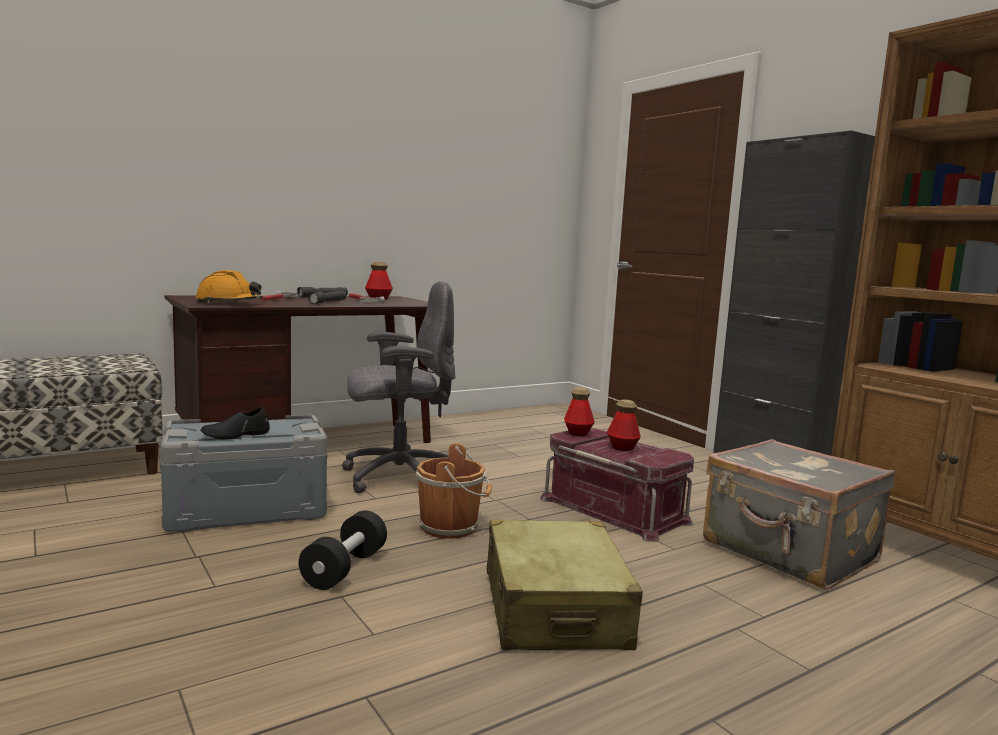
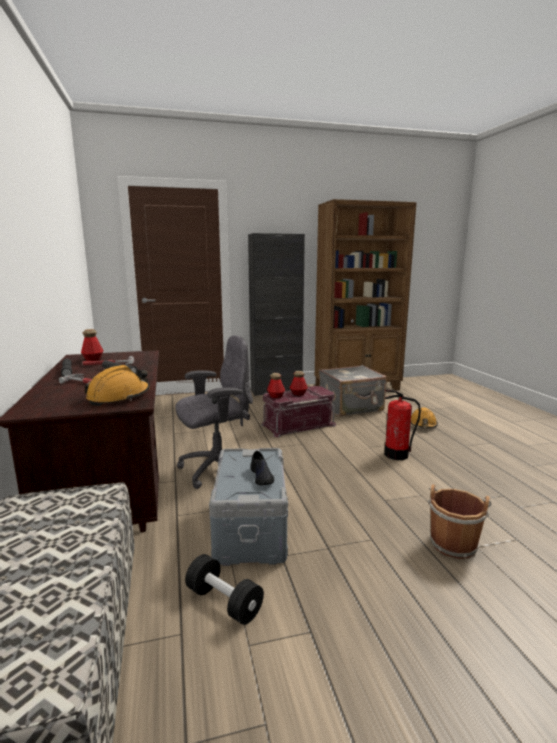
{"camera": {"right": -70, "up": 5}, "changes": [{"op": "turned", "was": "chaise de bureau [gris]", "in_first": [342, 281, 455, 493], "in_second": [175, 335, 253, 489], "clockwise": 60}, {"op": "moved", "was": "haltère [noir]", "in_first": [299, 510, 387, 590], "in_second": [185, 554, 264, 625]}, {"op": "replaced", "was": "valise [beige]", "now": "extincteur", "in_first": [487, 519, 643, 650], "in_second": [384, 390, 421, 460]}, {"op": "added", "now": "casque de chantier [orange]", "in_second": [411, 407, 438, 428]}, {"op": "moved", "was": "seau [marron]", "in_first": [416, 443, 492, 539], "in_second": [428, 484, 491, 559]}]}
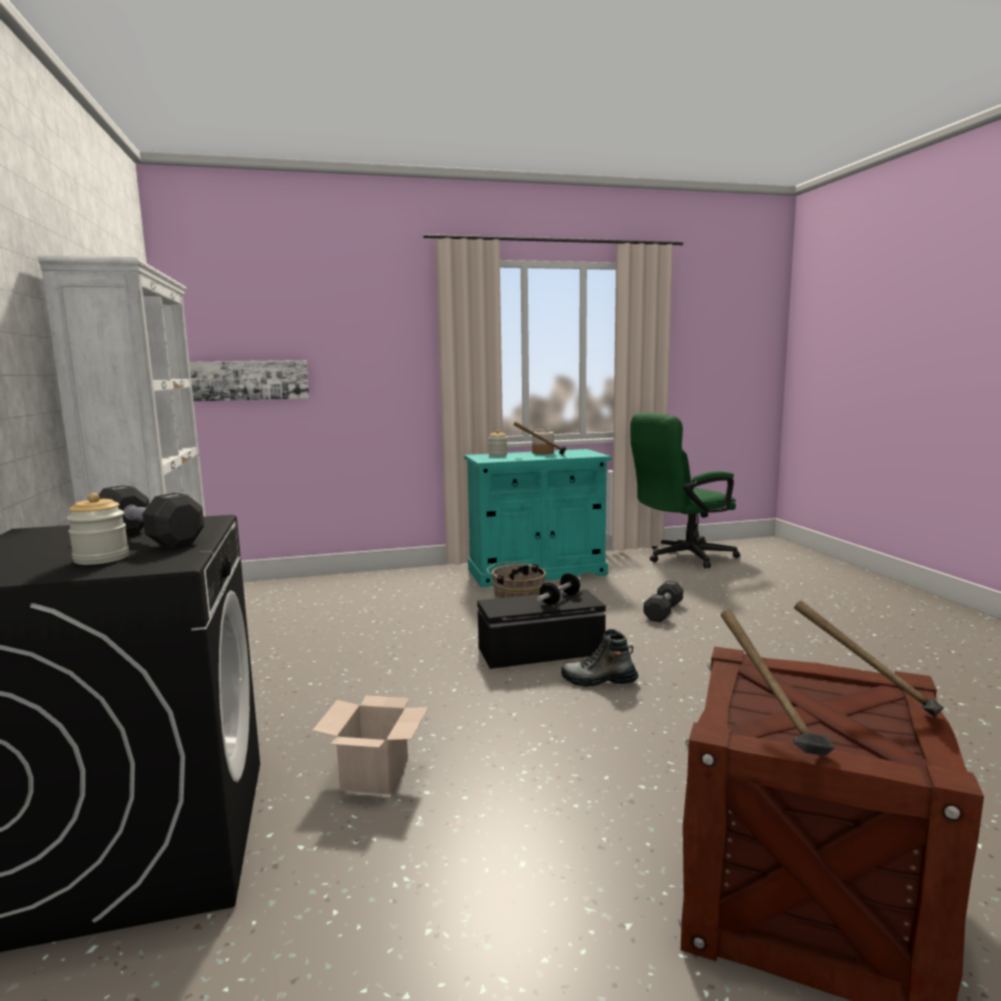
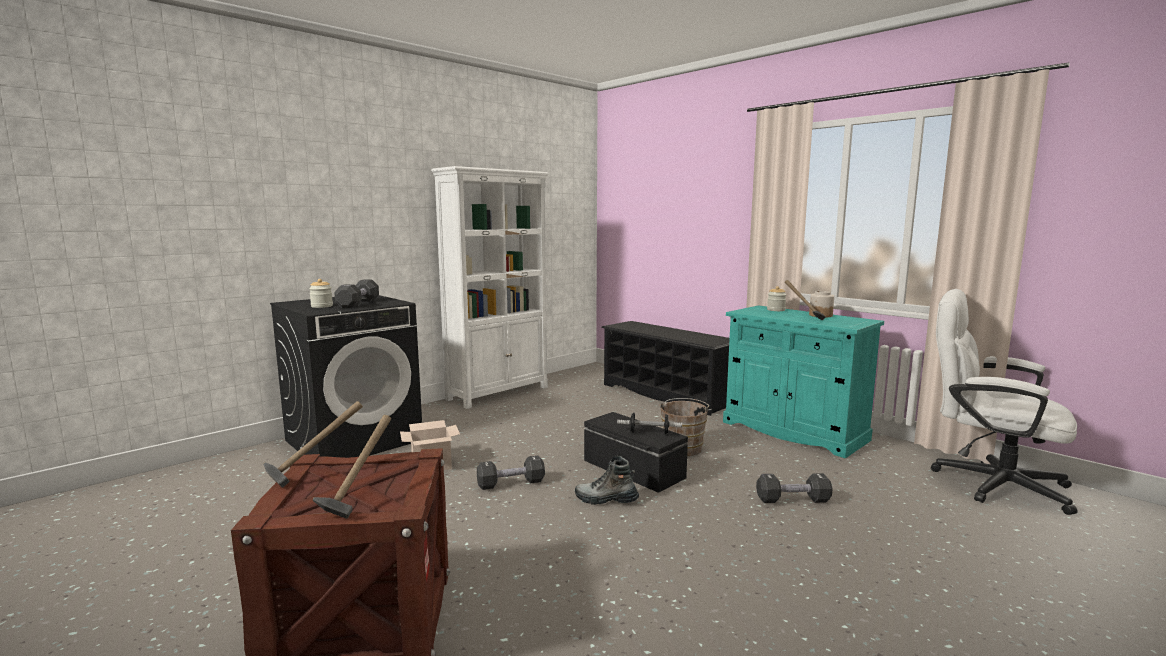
{"camera": {"right": 60, "up": 0}, "changes": [{"op": "added", "now": "haltère [noir]", "in_second": [477, 456, 545, 490]}, {"op": "turned", "was": "botte", "in_first": [561, 629, 638, 687], "in_second": [575, 456, 639, 505], "clockwise": -60}, {"op": "added", "now": "étagère à chaussures [noir]", "in_second": [601, 321, 730, 416]}, {"op": "recoloured", "was": "chaise de bureau [vert]", "now": "chaise de bureau [blanc]", "in_first": [630, 412, 740, 568], "in_second": [931, 289, 1078, 515]}, {"op": "removed", "was": "tableau", "in_first": [189, 360, 309, 402]}]}
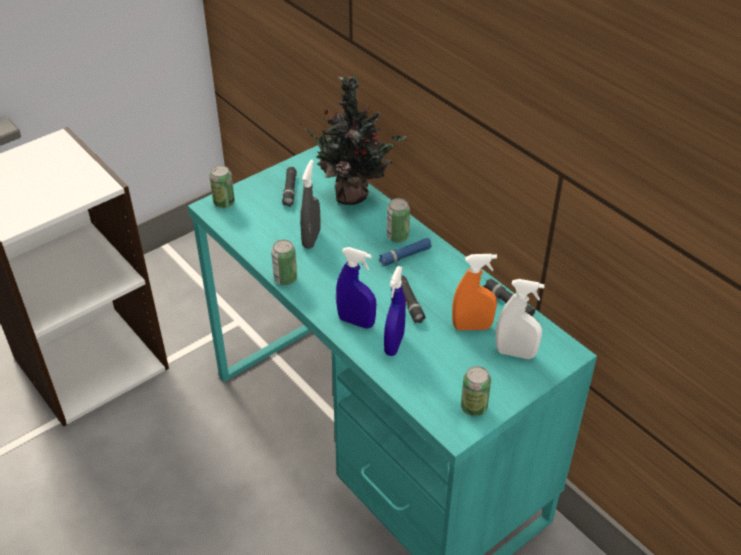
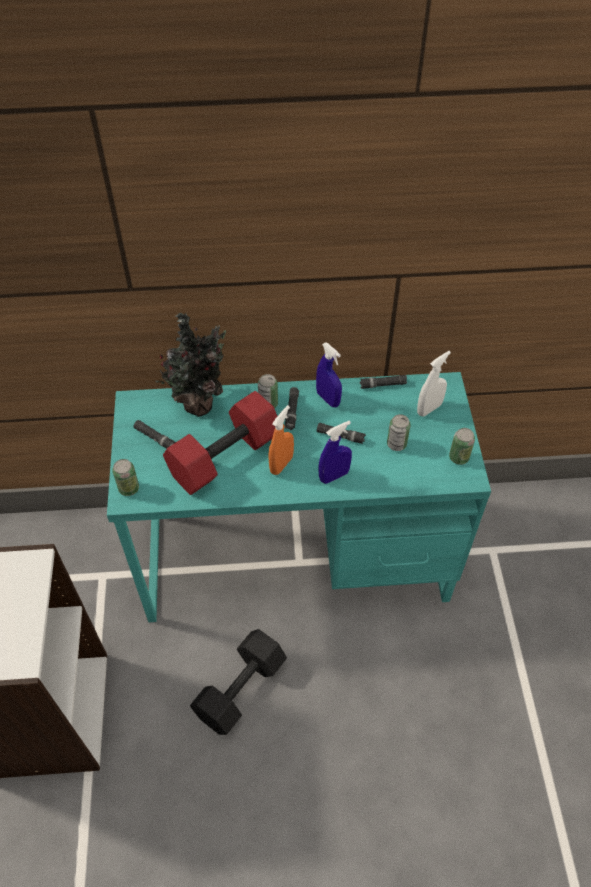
{"camera": {"right": -55, "up": 10}, "changes": [{"op": "replaced", "was": "vaporisateur [gris]", "now": "haltère [rouge]", "in_first": [300, 159, 321, 249], "in_second": [163, 391, 277, 495]}, {"op": "added", "now": "haltère [noir]", "in_second": [190, 629, 287, 735]}, {"op": "moved", "was": "vaporisateur [orange]", "in_first": [452, 254, 497, 330], "in_second": [268, 405, 294, 475]}, {"op": "recoloured", "was": "lampe de poche [bleu]", "now": "lampe de poche [noir]", "in_first": [379, 238, 432, 266], "in_second": [285, 387, 299, 430]}, {"op": "moved", "was": "vaporisateur [bleu]", "in_first": [384, 266, 406, 356], "in_second": [316, 342, 342, 407]}, {"op": "moved", "was": "boîte métallique", "in_first": [271, 240, 297, 285], "in_second": [387, 414, 410, 451]}]}
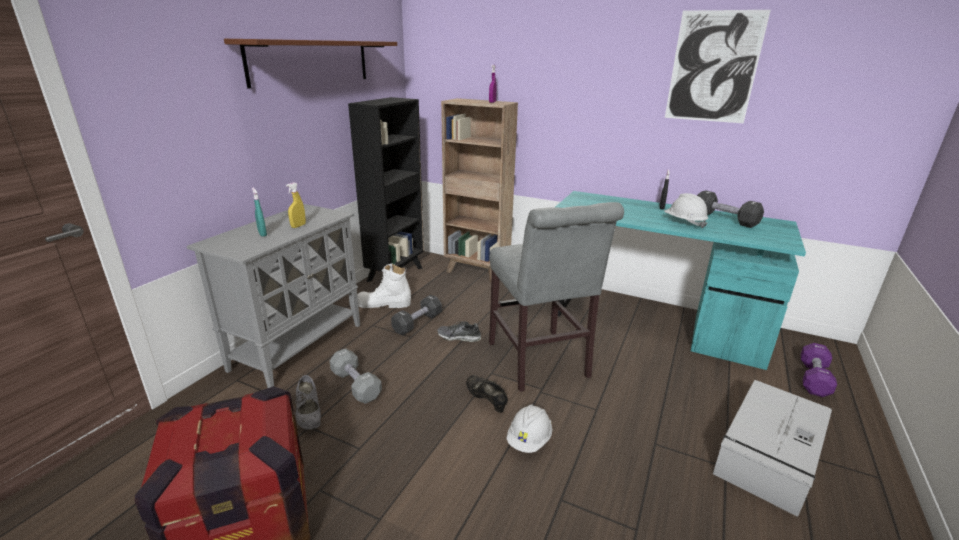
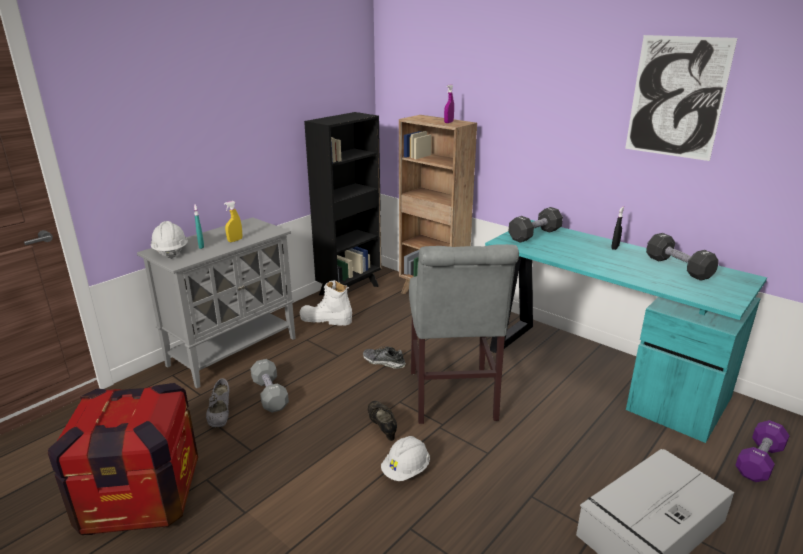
{"camera": {"right": 15, "up": 0}, "changes": [{"op": "moved", "was": "casque de chantier [blanc]", "in_first": [664, 193, 708, 228], "in_second": [151, 221, 188, 259]}, {"op": "moved", "was": "haltère [noir]", "in_first": [391, 295, 442, 335], "in_second": [508, 207, 563, 243]}, {"op": "removed", "was": "étagère [marron]", "in_first": [224, 39, 397, 89]}]}
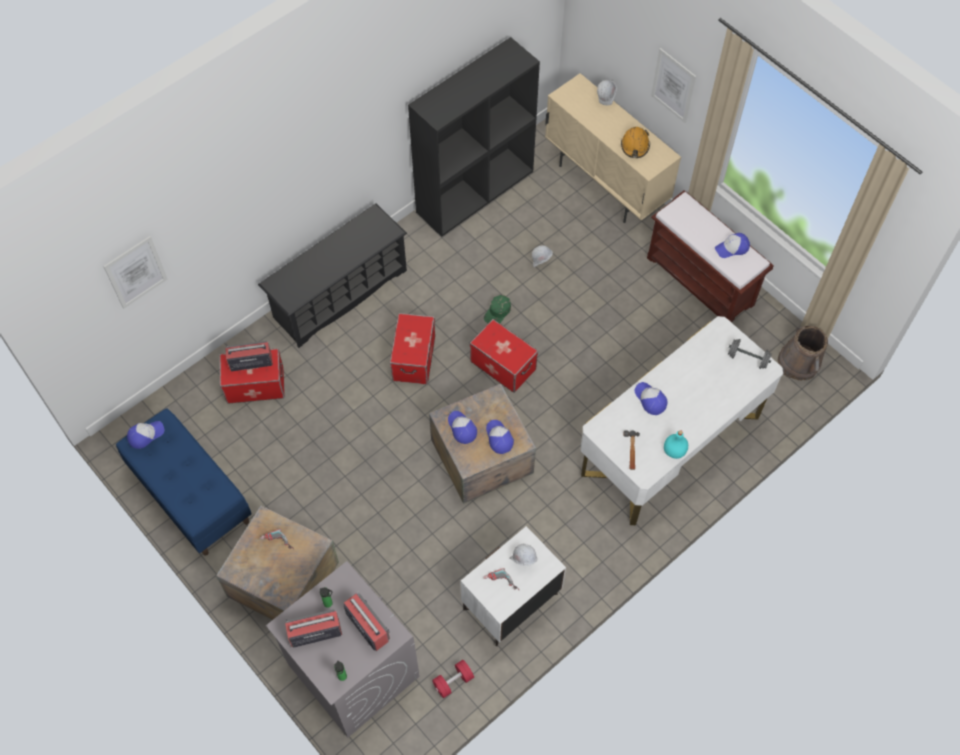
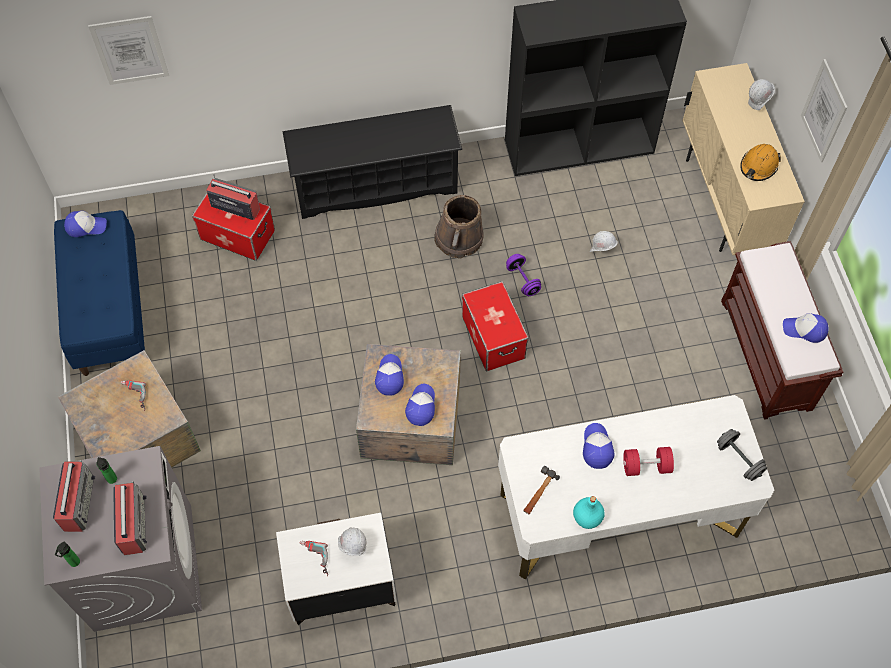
{"camera": {"right": 30, "up": 0}, "changes": [{"op": "turned", "was": "radio", "in_first": [285, 609, 342, 648], "in_second": [53, 460, 95, 532], "clockwise": 75}, {"op": "moved", "was": "seau [marron]", "in_first": [777, 326, 828, 381], "in_second": [434, 195, 484, 259]}, {"op": "replaced", "was": "casquette [vert]", "now": "haltère [violet]", "in_first": [484, 295, 511, 323], "in_second": [506, 254, 541, 296]}, {"op": "moved", "was": "haltère [rouge]", "in_first": [432, 660, 474, 698], "in_second": [623, 447, 674, 476]}, {"op": "removed", "was": "boîte de rangement", "in_first": [390, 313, 435, 384]}]}
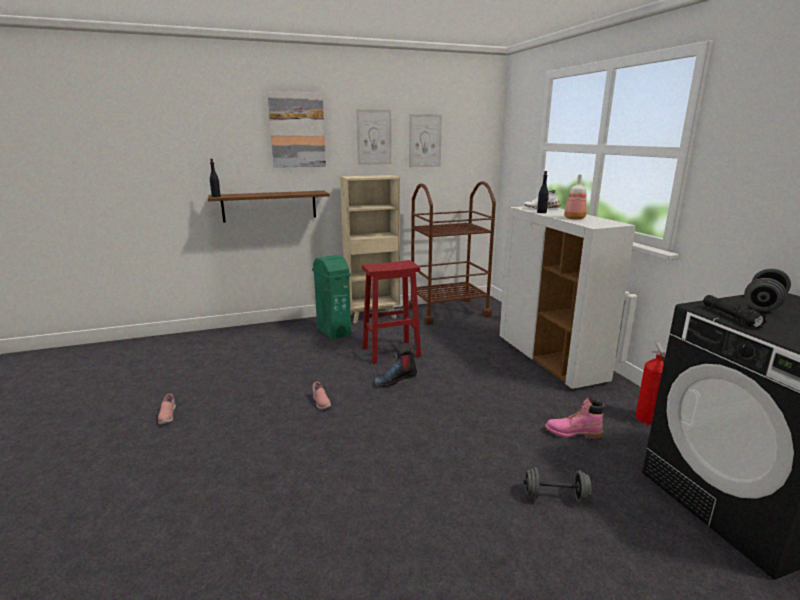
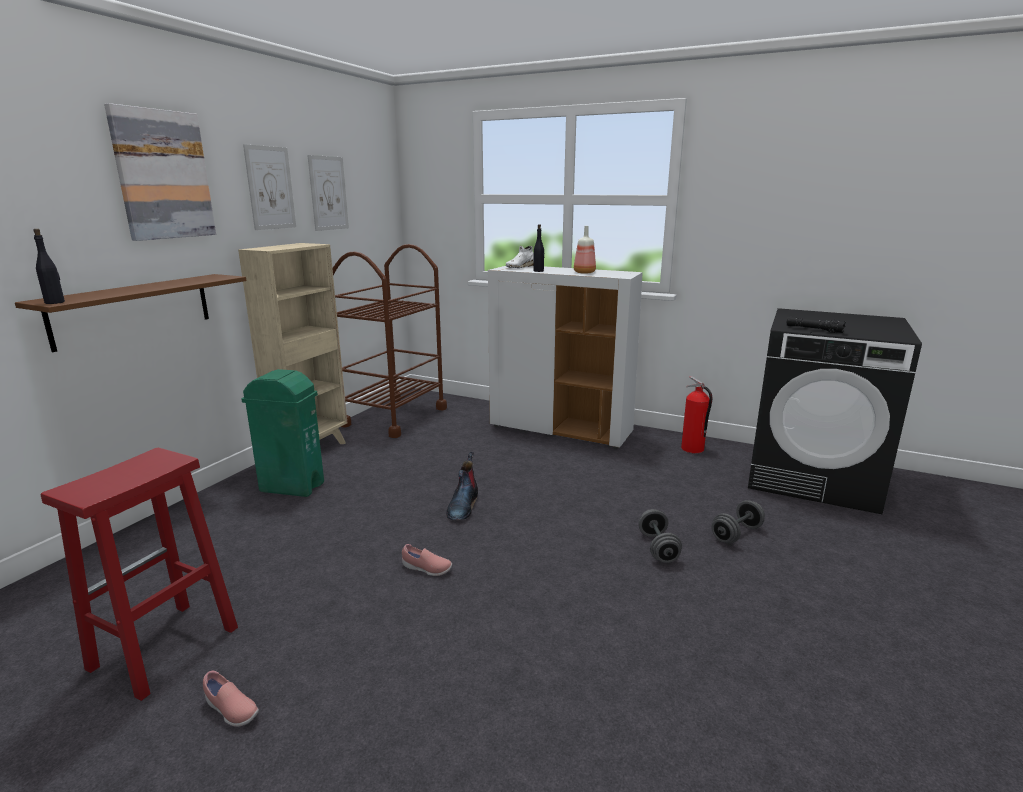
{"camera": {"right": -45, "up": 0}, "changes": [{"op": "moved", "was": "tabouret [rouge]", "in_first": [362, 260, 421, 364], "in_second": [41, 448, 238, 701]}, {"op": "moved", "was": "haltère [gris]", "in_first": [744, 268, 791, 311], "in_second": [638, 509, 682, 563]}, {"op": "removed", "was": "botte [rose]", "in_first": [545, 397, 605, 439]}]}
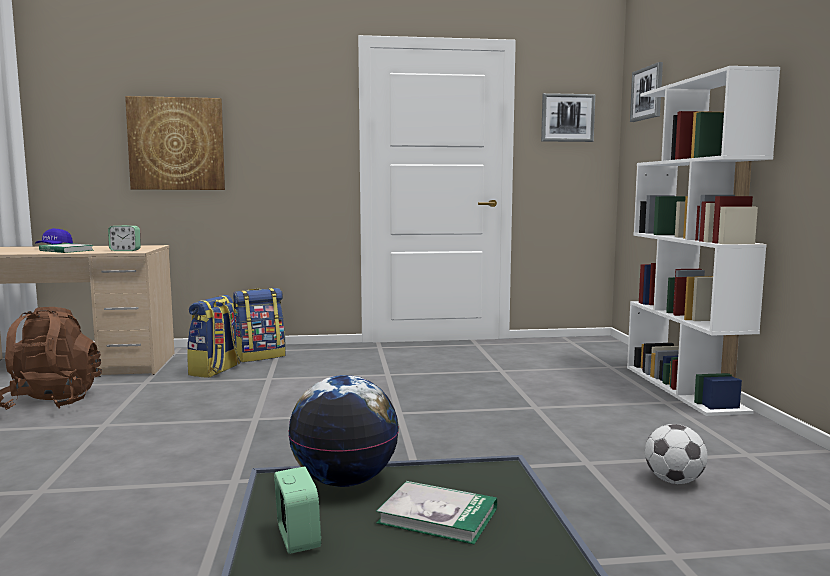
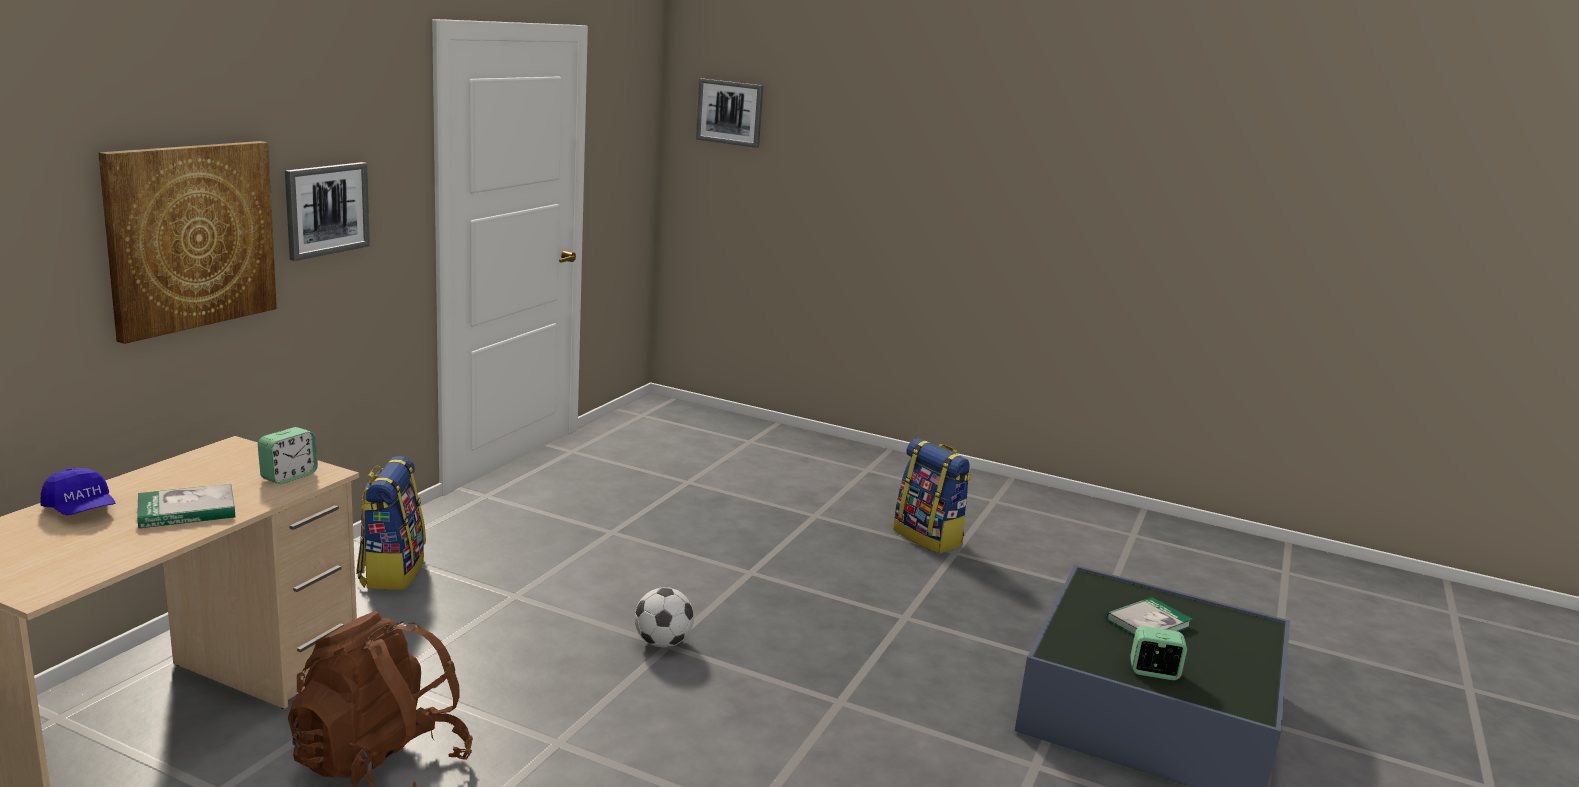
{"camera": {"right": -60, "up": 10}, "changes": [{"op": "moved", "was": "tableau", "in_first": [541, 93, 595, 142], "in_second": [285, 162, 370, 261]}, {"op": "moved", "was": "ballon de foot", "in_first": [645, 424, 708, 484], "in_second": [635, 587, 694, 647]}, {"op": "moved", "was": "sac à dos", "in_first": [187, 295, 241, 378], "in_second": [893, 438, 971, 553]}, {"op": "removed", "was": "globe", "in_first": [288, 375, 399, 487]}, {"op": "removed", "was": "bibliothèque [blanc]", "in_first": [627, 66, 780, 416]}]}
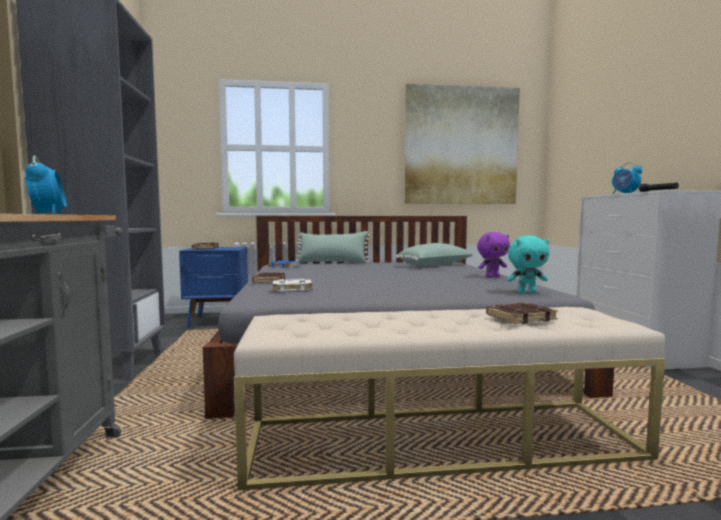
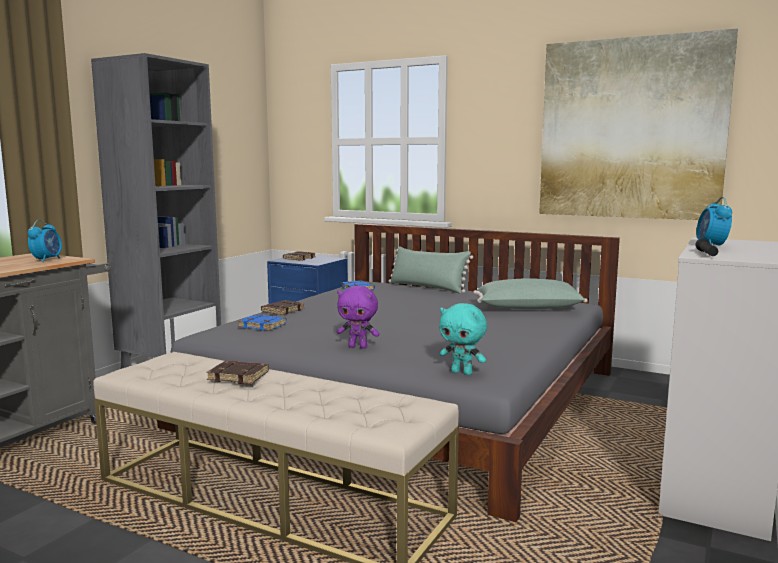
{"camera": {"right": 35, "up": 5}, "changes": [{"op": "moved", "was": "livre [marron]", "in_first": [486, 303, 558, 324], "in_second": [207, 361, 269, 384]}, {"op": "recoloured", "was": "livre [blanc]", "now": "livre [bleu]", "in_first": [273, 279, 312, 292], "in_second": [238, 314, 287, 331]}, {"op": "moved", "was": "peluche [violet]", "in_first": [477, 232, 510, 278], "in_second": [337, 286, 379, 349]}]}
